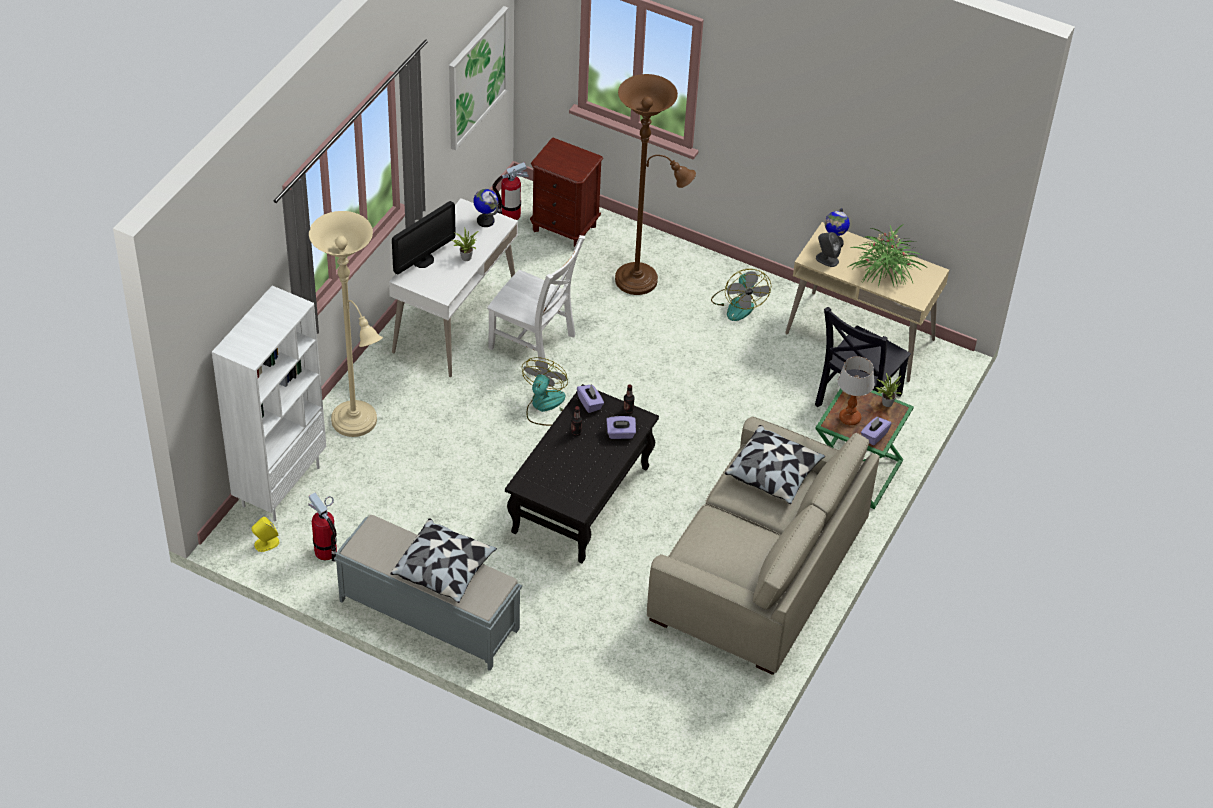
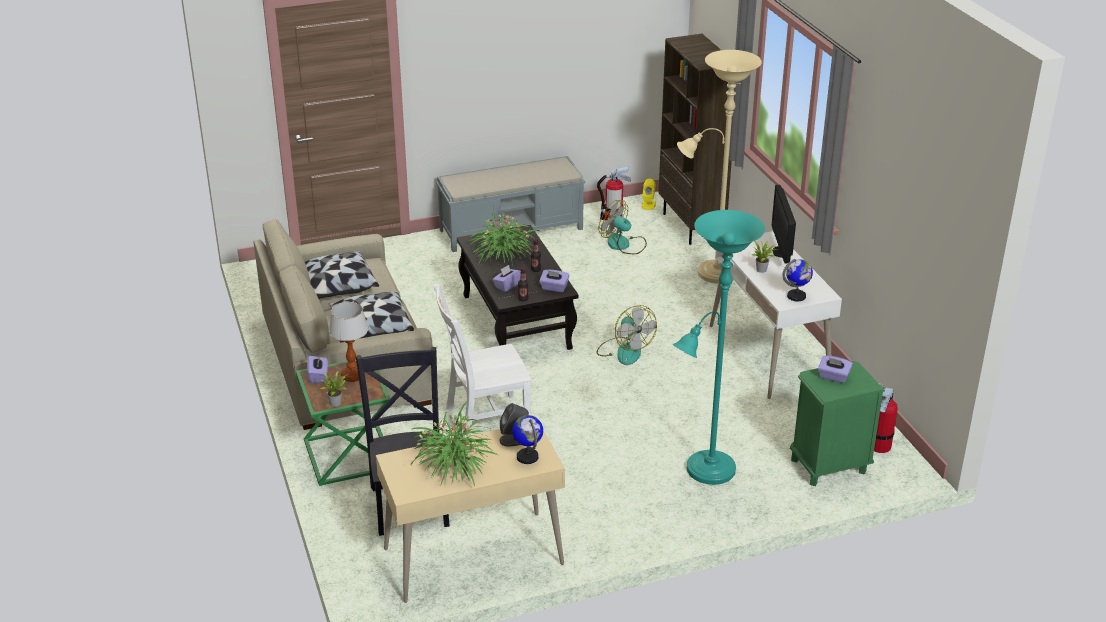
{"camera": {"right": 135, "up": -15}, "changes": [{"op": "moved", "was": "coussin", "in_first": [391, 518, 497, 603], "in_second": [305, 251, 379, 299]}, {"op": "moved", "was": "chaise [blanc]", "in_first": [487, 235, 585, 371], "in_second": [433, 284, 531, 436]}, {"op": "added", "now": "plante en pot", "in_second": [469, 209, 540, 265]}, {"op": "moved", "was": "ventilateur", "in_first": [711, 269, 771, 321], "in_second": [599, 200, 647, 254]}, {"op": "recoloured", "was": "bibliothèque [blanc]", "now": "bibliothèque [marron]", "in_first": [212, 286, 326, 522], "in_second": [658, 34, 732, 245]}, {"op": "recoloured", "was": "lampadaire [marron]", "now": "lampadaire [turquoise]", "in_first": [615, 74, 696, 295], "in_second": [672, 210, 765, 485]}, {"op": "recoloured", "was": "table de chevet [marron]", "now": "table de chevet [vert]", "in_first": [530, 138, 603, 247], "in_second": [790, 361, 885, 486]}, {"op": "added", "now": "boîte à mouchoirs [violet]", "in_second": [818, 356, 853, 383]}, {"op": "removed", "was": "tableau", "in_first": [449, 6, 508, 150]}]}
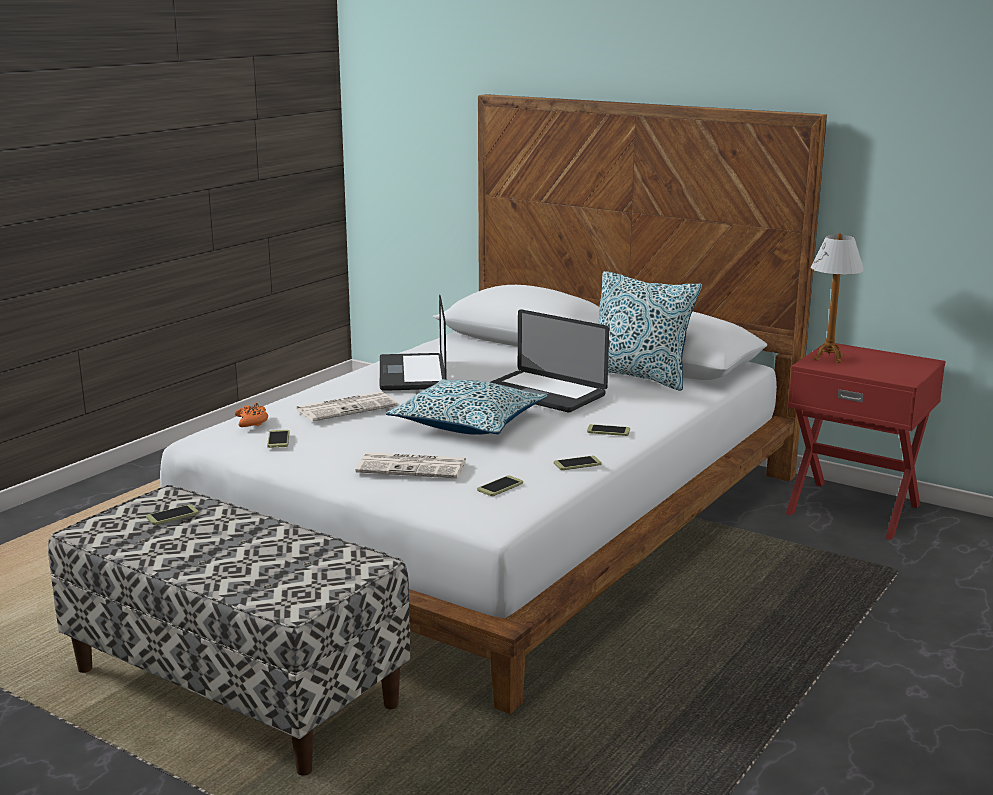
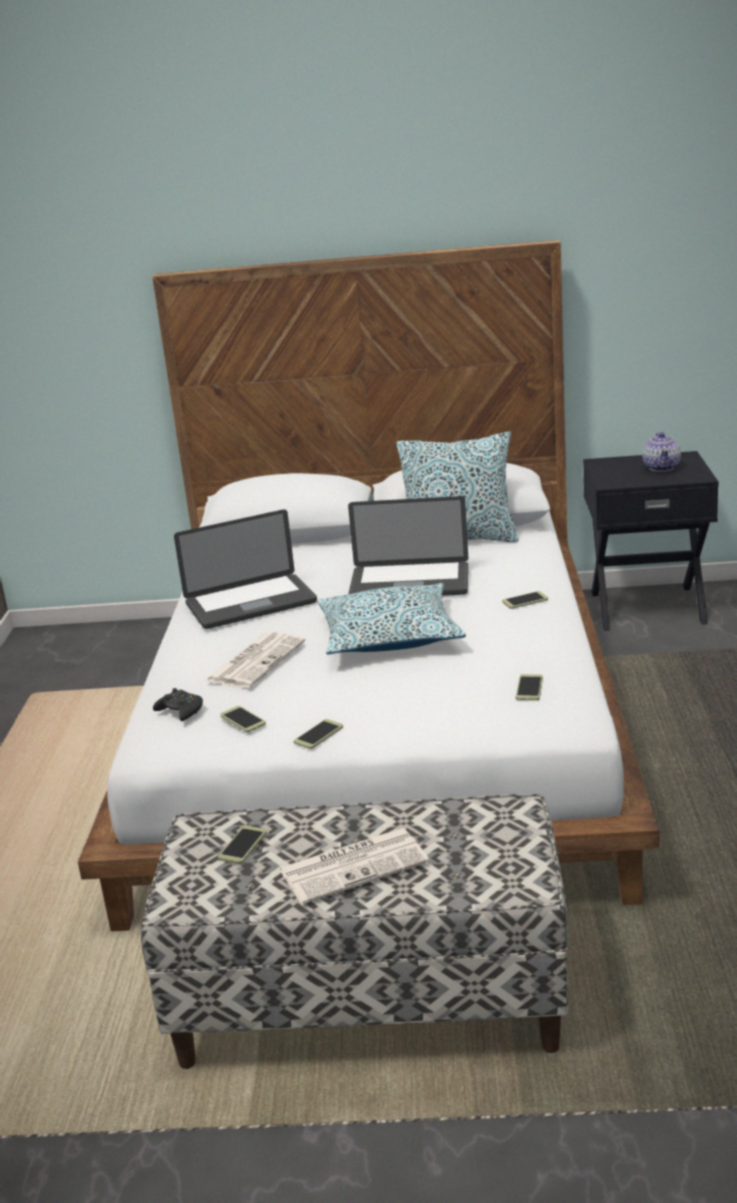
{"camera": {"right": -30, "up": 5}, "changes": [{"op": "recoloured", "was": "manette [orange]", "now": "manette [noir]", "in_first": [235, 403, 268, 427], "in_second": [153, 688, 203, 721]}, {"op": "turned", "was": "ordinateur portable", "in_first": [380, 295, 447, 391], "in_second": [174, 510, 317, 629], "clockwise": -75}, {"op": "moved", "was": "journal", "in_first": [355, 452, 466, 478], "in_second": [279, 828, 429, 905]}, {"op": "moved", "was": "téléphone", "in_first": [554, 456, 601, 470], "in_second": [294, 719, 343, 749]}, {"op": "recoloured", "was": "table de chevet [rouge]", "now": "table de chevet [noir]", "in_first": [786, 342, 946, 540], "in_second": [583, 451, 719, 631]}, {"op": "added", "now": "théière", "in_second": [642, 432, 681, 472]}, {"op": "removed", "was": "lampe de table", "in_first": [811, 233, 864, 363]}]}
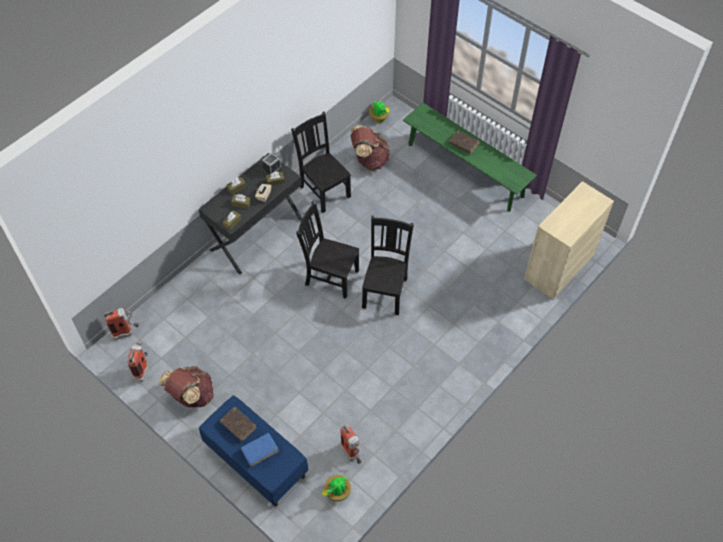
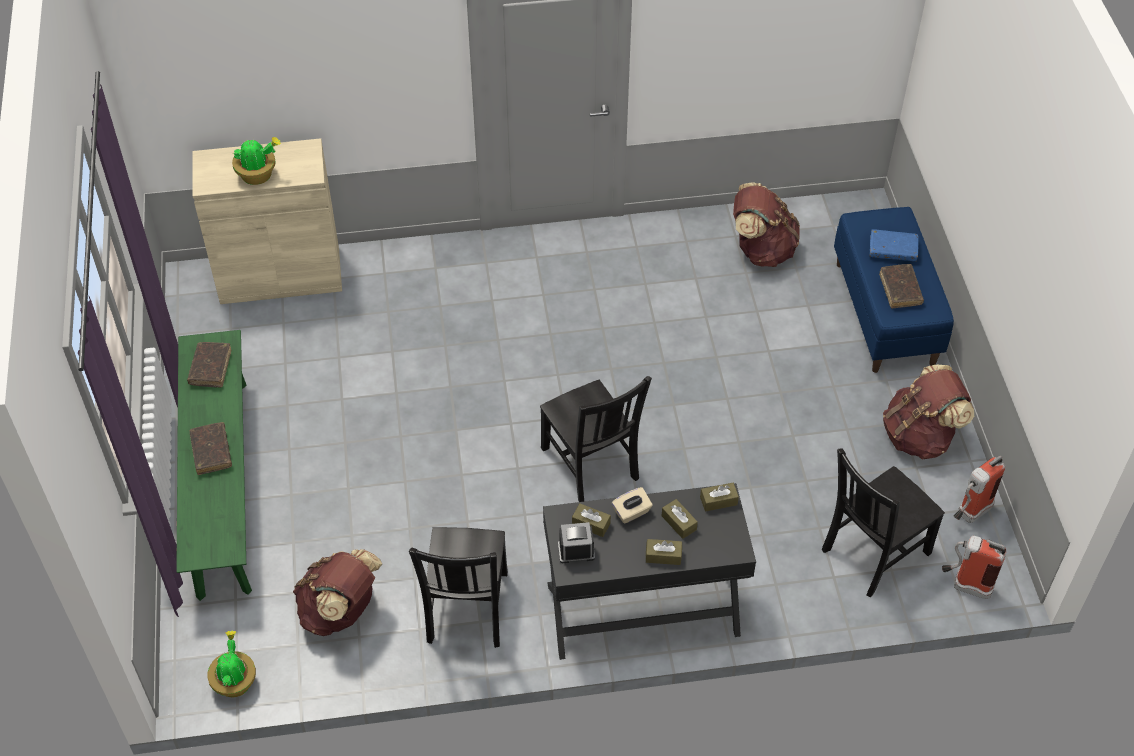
{"camera": {"right": -140, "up": -5}, "changes": [{"op": "added", "now": "livre [marron]", "in_second": [187, 342, 231, 387]}, {"op": "moved", "was": "plante en pot", "in_first": [322, 475, 351, 501], "in_second": [231, 137, 281, 185]}, {"op": "replaced", "was": "extincteur", "now": "sac à dos [marron]", "in_first": [340, 425, 361, 464], "in_second": [733, 182, 800, 267]}, {"op": "moved", "was": "chaise [noir]", "in_first": [362, 216, 414, 315], "in_second": [822, 448, 945, 598]}]}
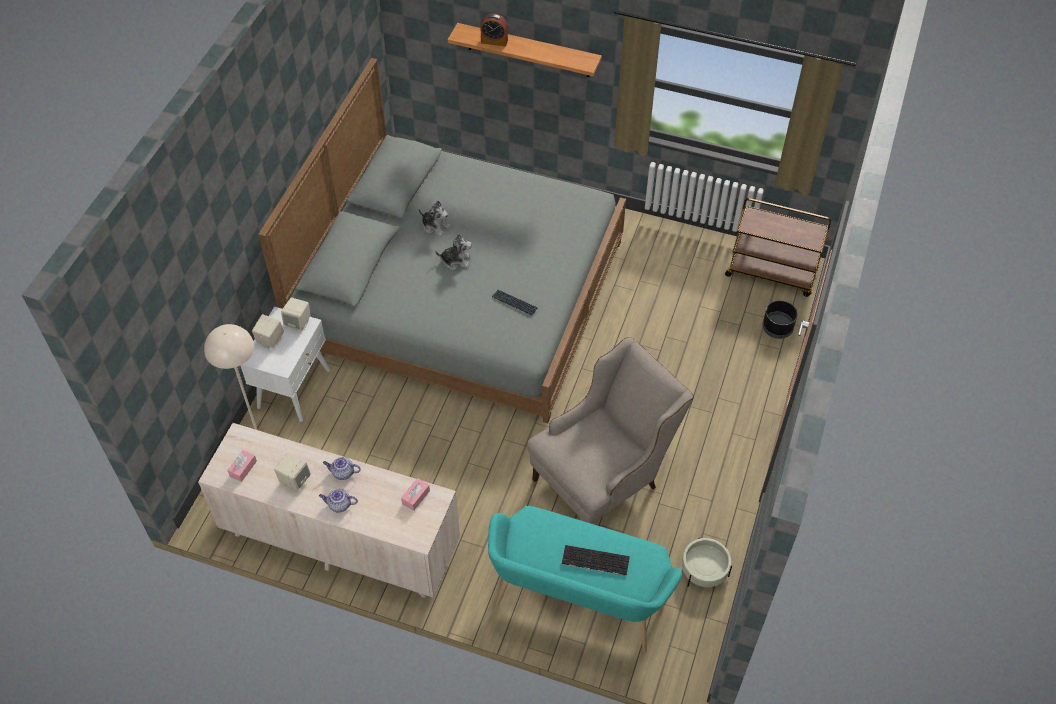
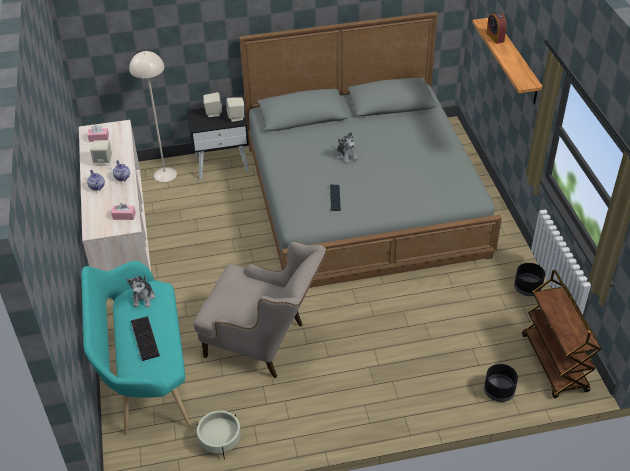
{"camera": {"right": 60, "up": -10}, "changes": [{"op": "moved", "was": "peluche", "in_first": [419, 201, 451, 237], "in_second": [126, 275, 155, 307]}, {"op": "recoloured", "was": "table de chevet [blanc]", "now": "table de chevet [noir]", "in_first": [240, 306, 330, 422], "in_second": [187, 105, 249, 179]}, {"op": "added", "now": "cache-pot [noir]", "in_second": [514, 263, 545, 296]}]}
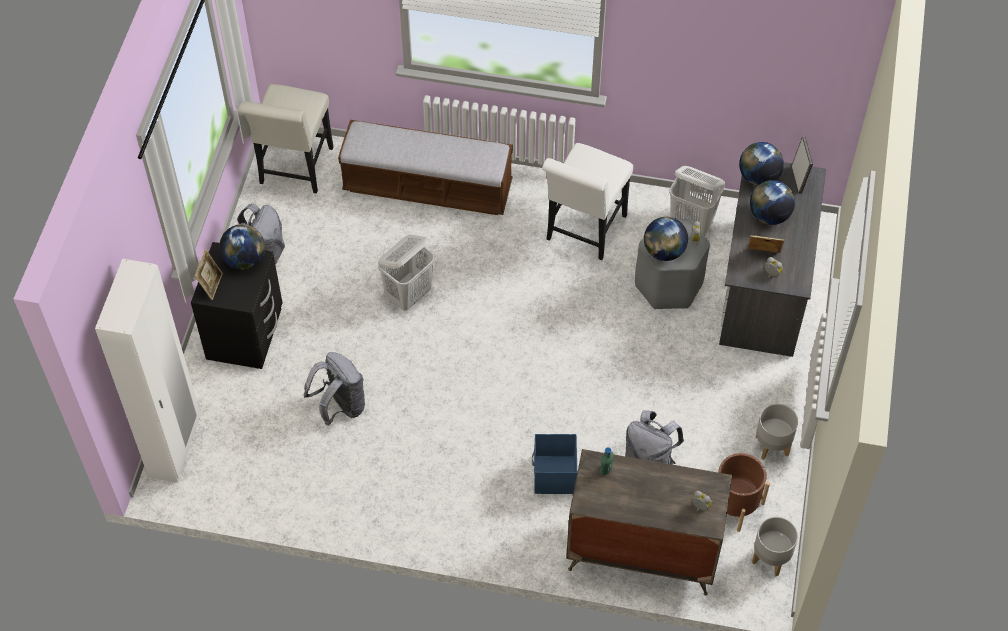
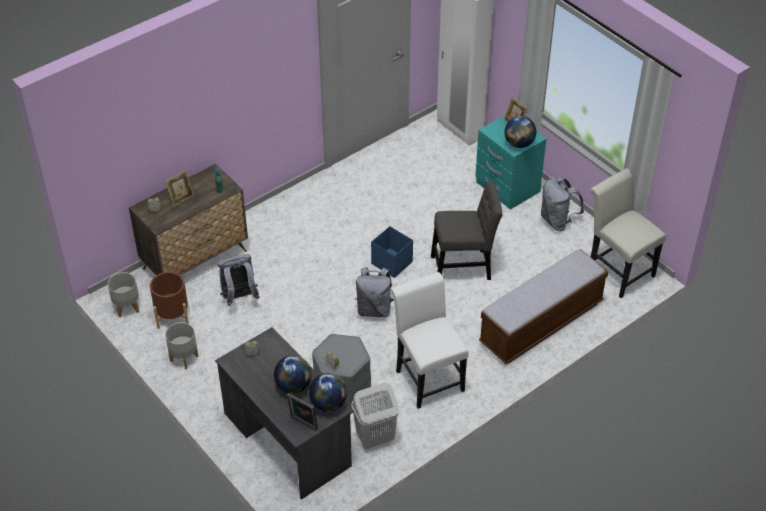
{"camera": {"right": 130, "up": -10}, "changes": [{"op": "moved", "was": "cadre photo", "in_first": [748, 235, 784, 253], "in_second": [165, 171, 194, 206]}, {"op": "moved", "was": "sac à dos [gris]", "in_first": [304, 352, 365, 426], "in_second": [355, 267, 394, 317]}, {"op": "moved", "was": "boîte de rangement [bleu]", "in_first": [532, 434, 577, 494], "in_second": [371, 226, 413, 278]}, {"op": "replaced", "was": "panier à linge [blanc]", "now": "chaise [gris]", "in_first": [378, 235, 434, 311], "in_second": [431, 181, 503, 280]}, {"op": "recoloured", "was": "table de chevet [noir]", "now": "table de chevet [turquoise]", "in_first": [191, 242, 283, 369], "in_second": [475, 116, 546, 210]}, {"op": "removed", "was": "globe", "in_first": [644, 217, 688, 261]}]}
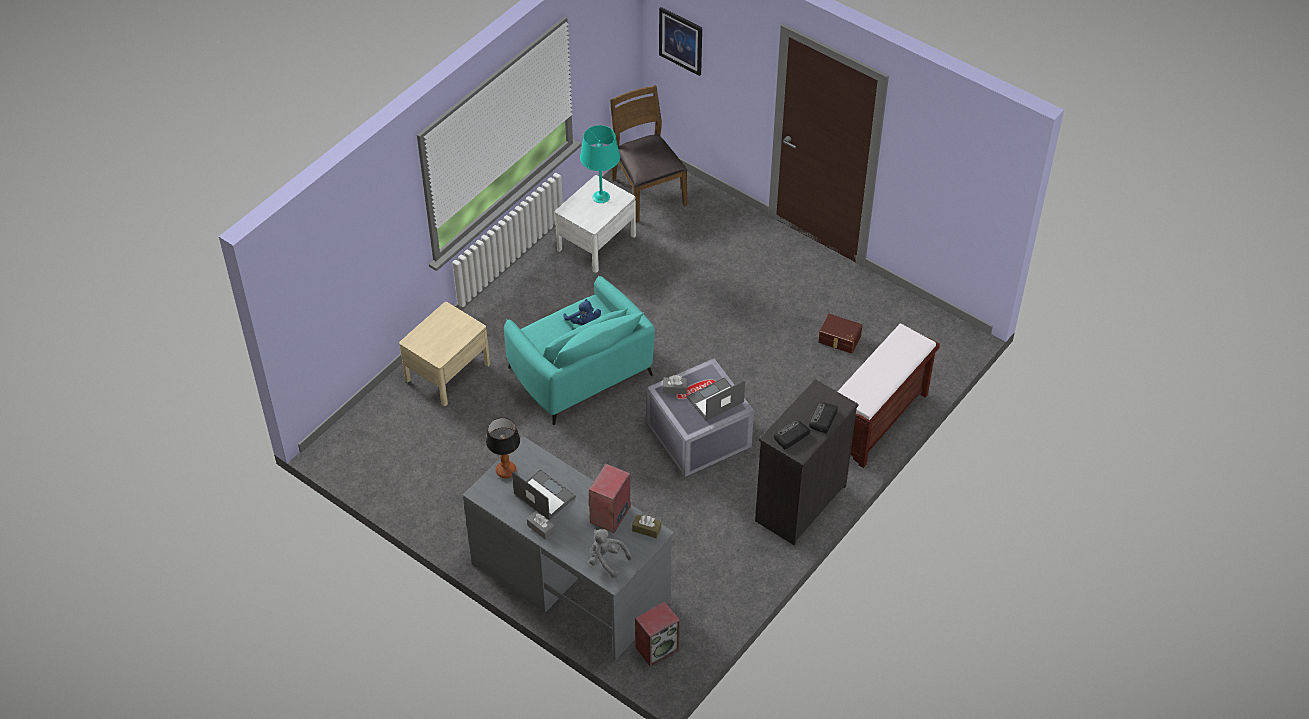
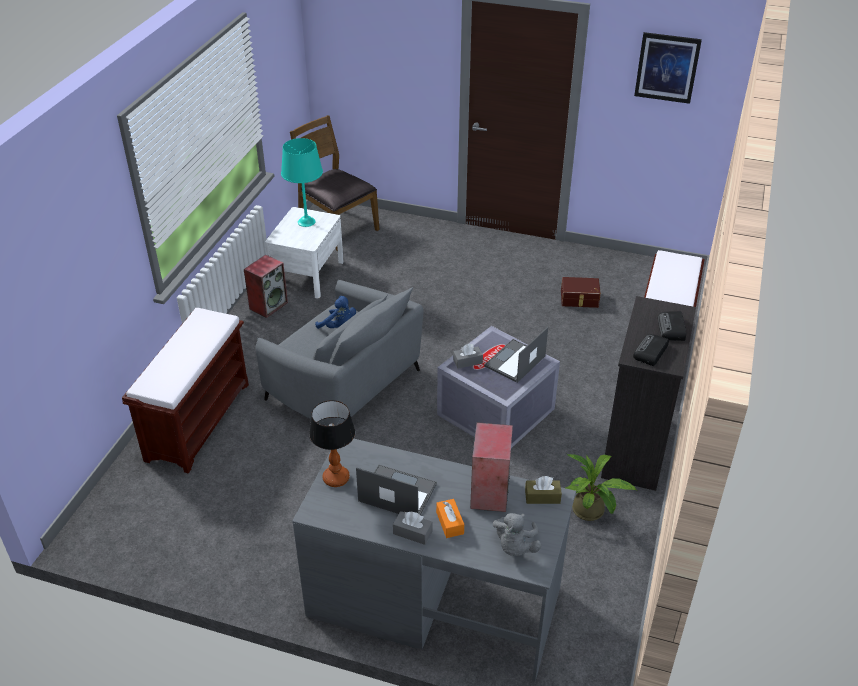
{"camera": {"right": -20, "up": -10}, "changes": [{"op": "replaced", "was": "table de chevet [beige]", "now": "banc [marron]", "in_first": [399, 302, 490, 406], "in_second": [122, 308, 249, 473]}, {"op": "moved", "was": "enceinte", "in_first": [635, 601, 680, 667], "in_second": [244, 255, 288, 318]}, {"op": "recoloured", "was": "fauteuil [turquoise]", "now": "fauteuil [gris]", "in_first": [504, 276, 655, 425], "in_second": [256, 280, 424, 426]}, {"op": "added", "now": "boîte à mouchoirs [orange]", "in_second": [436, 499, 464, 538]}, {"op": "turned", "was": "peluche [gris]", "in_first": [589, 529, 632, 578], "in_second": [493, 513, 541, 556], "clockwise": -90}, {"op": "added", "now": "plante en pot", "in_second": [565, 454, 637, 521]}, {"op": "moved", "was": "tableau", "in_first": [659, 7, 702, 76], "in_second": [634, 32, 702, 104]}]}
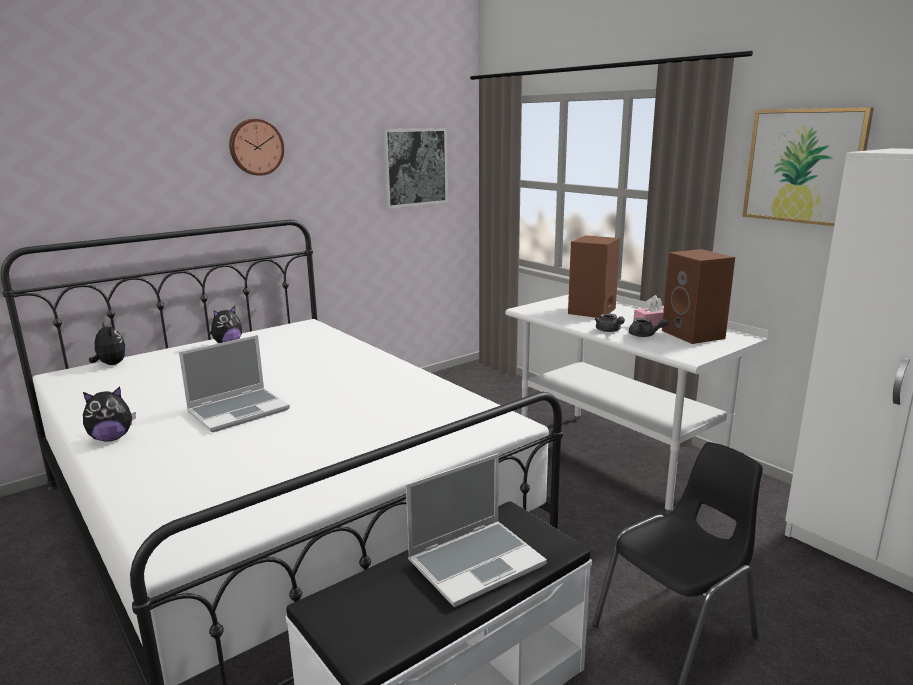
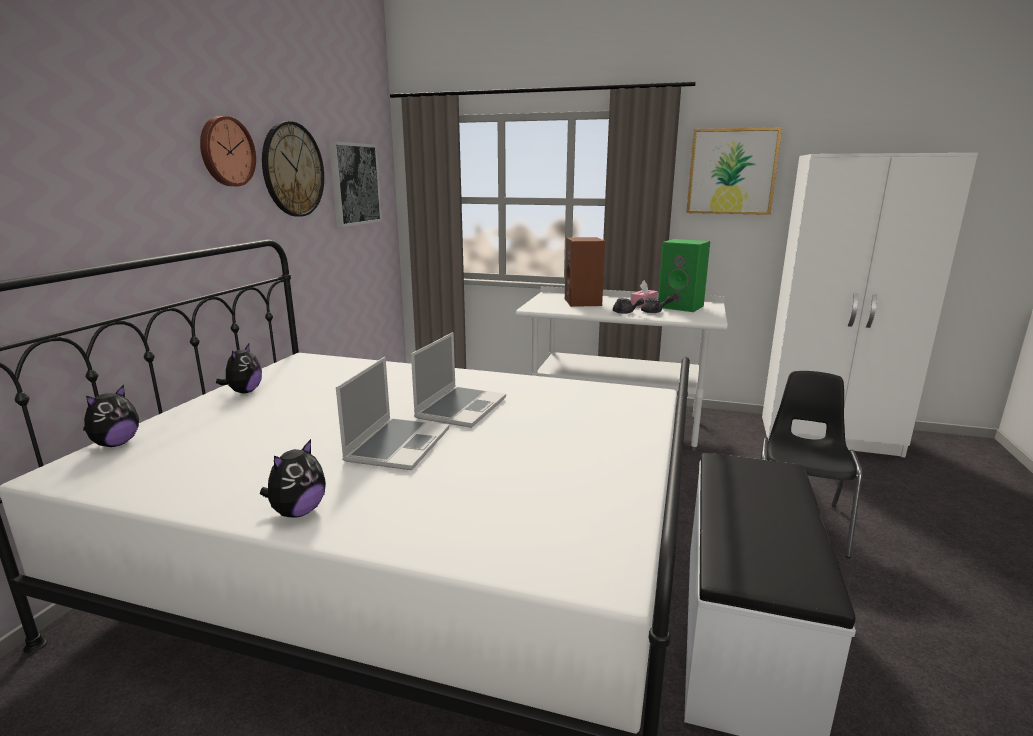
{"camera": {"right": -35, "up": 0}, "changes": [{"op": "turned", "was": "peluche", "in_first": [89, 322, 126, 365], "in_second": [83, 385, 139, 447], "clockwise": 105}, {"op": "added", "now": "horloge murale", "in_second": [262, 121, 324, 217]}, {"op": "moved", "was": "ordinateur portable", "in_first": [406, 454, 547, 607], "in_second": [411, 332, 506, 428]}, {"op": "recoloured", "was": "enceinte [marron]", "now": "enceinte [vert]", "in_first": [662, 249, 735, 344], "in_second": [658, 239, 710, 312]}]}
